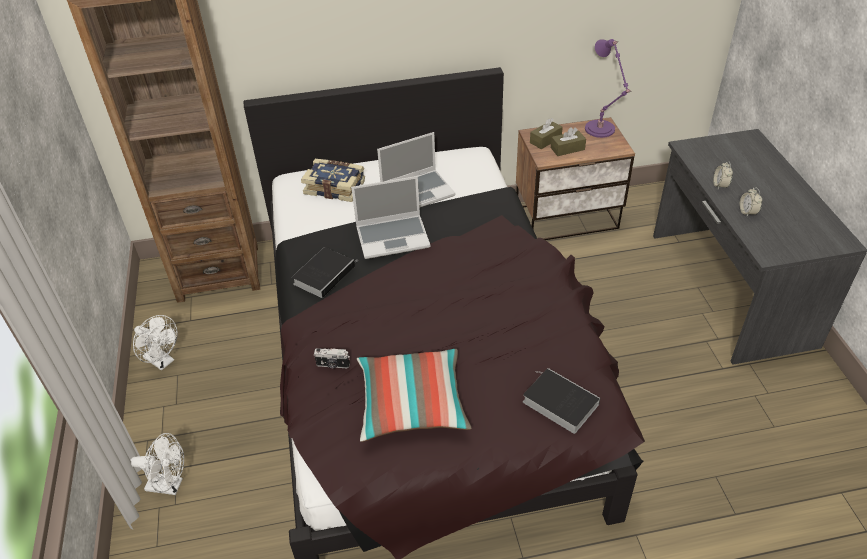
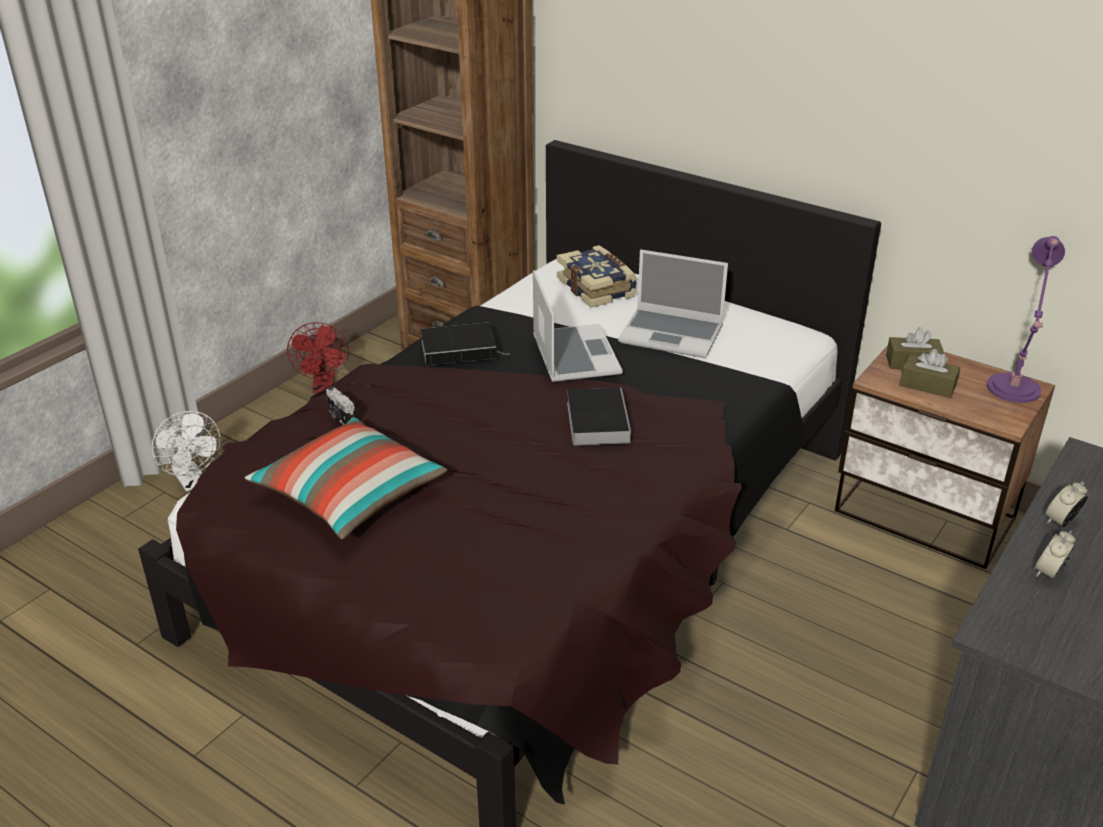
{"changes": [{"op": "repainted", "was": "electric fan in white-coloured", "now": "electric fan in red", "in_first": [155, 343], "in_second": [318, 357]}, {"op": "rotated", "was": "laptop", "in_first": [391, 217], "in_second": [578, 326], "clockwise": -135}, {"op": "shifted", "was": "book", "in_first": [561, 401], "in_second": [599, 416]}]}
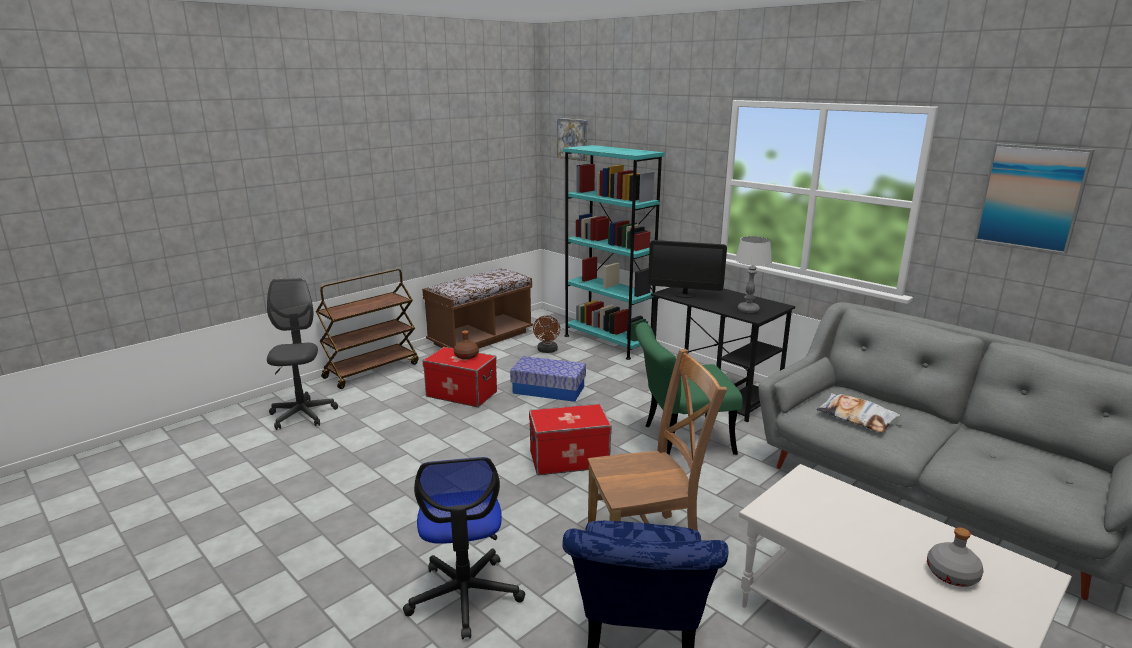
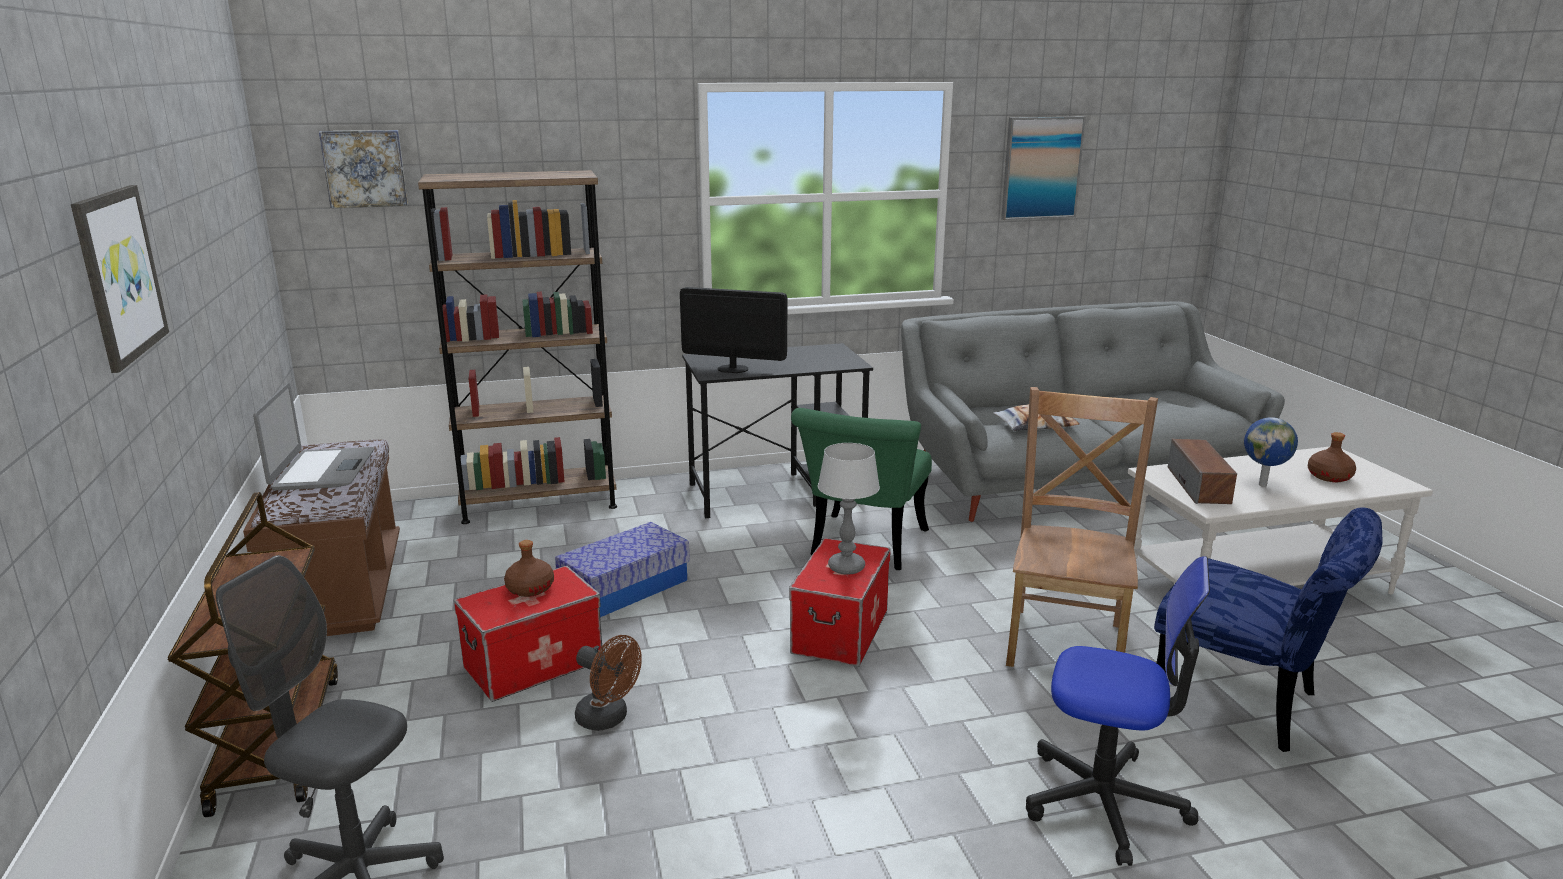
{"changes": [{"op": "new", "now": "wall art", "in_second": [120, 279]}, {"op": "new", "now": "laptop", "in_second": [313, 436]}, {"op": "repainted", "was": "shelving unit in turquoise-coloured", "now": "shelving unit in brown-coloured", "in_first": [614, 252], "in_second": [517, 347]}, {"op": "shifted", "was": "electric fan in brown-coloured", "in_first": [546, 334], "in_second": [608, 683]}, {"op": "rotated", "was": "monitor", "in_first": [687, 269], "in_second": [733, 330], "clockwise": -120}, {"op": "shifted", "was": "tabletop lamp", "in_first": [753, 274], "in_second": [849, 509]}, {"op": "new", "now": "speaker", "in_second": [1202, 471]}, {"op": "new", "now": "desk globe", "in_second": [1271, 452]}, {"op": "repainted", "was": "bottle in grey", "now": "bottle in brown-coloured", "in_first": [955, 557], "in_second": [1332, 457]}]}
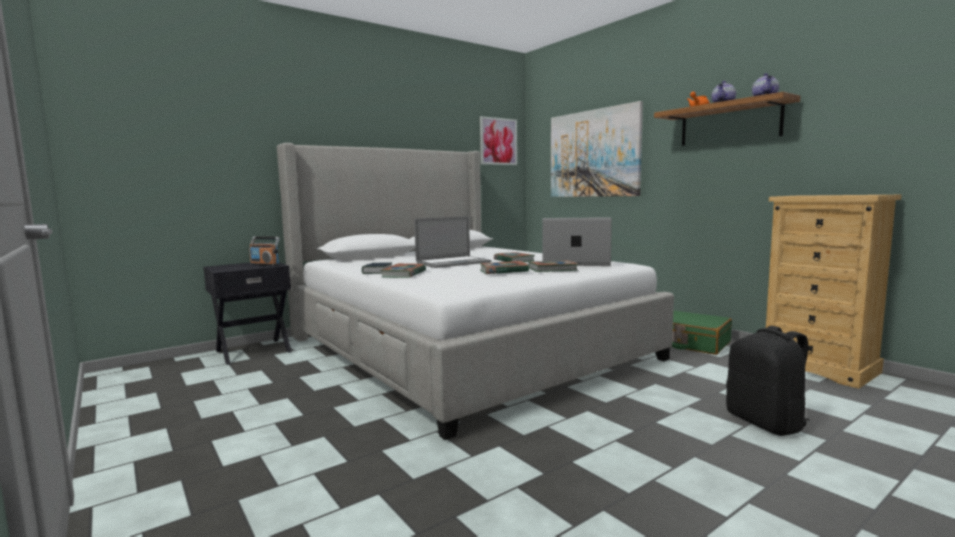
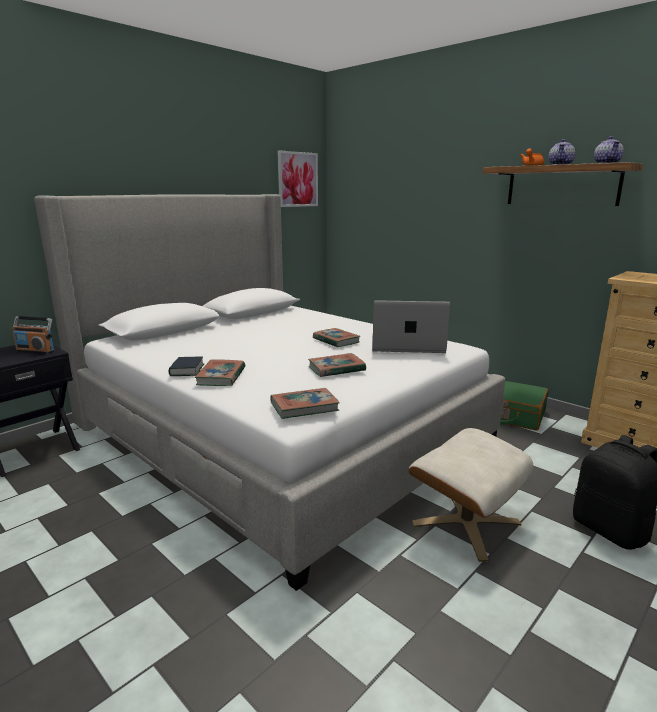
{"changes": [{"op": "shifted", "was": "book", "in_first": [553, 266], "in_second": [305, 403]}, {"op": "new", "now": "pouffe in sand-coloured", "in_second": [471, 495]}, {"op": "gone", "was": "laptop", "in_first": [452, 242]}, {"op": "gone", "was": "wall art", "in_first": [597, 149]}]}
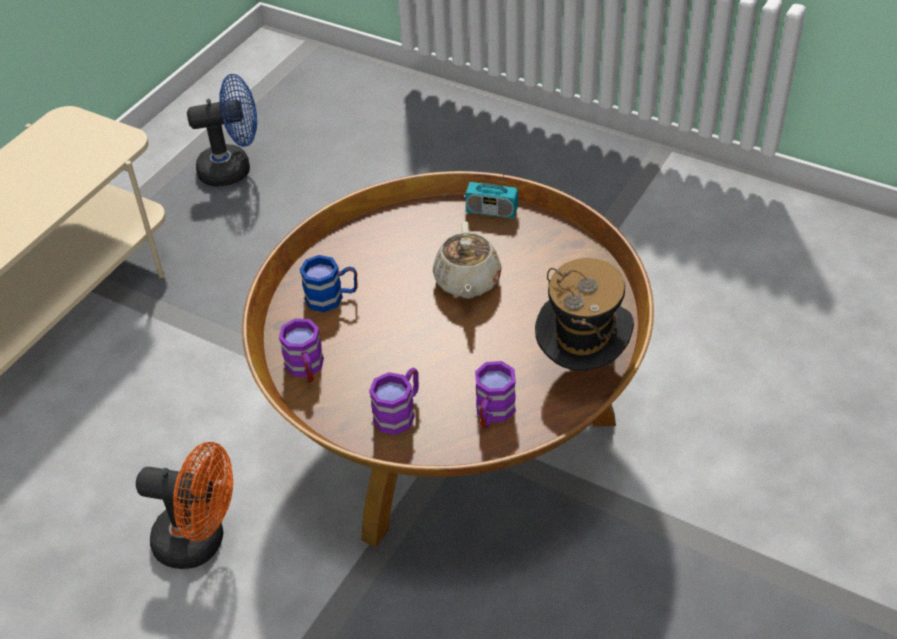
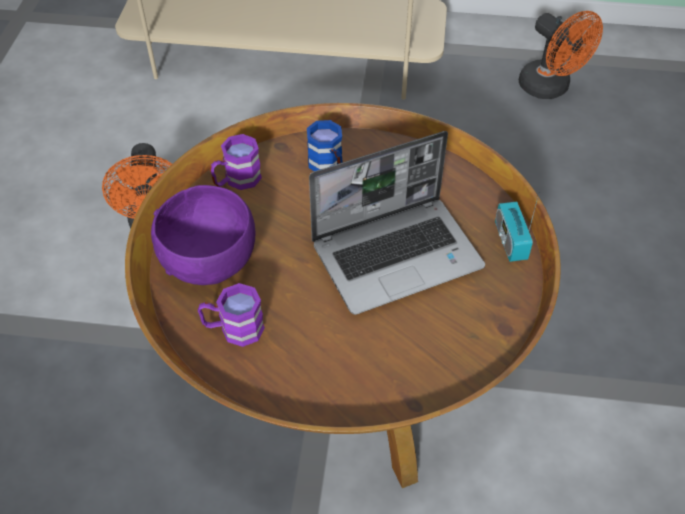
{"changes": [{"op": "swapped", "was": "tea mug in purple-coloured", "now": "serving bowl in purple-coloured", "in_first": [394, 401], "in_second": [203, 235]}, {"op": "swapped", "was": "pot for tea in sand-coloured", "now": "laptop", "in_first": [467, 260], "in_second": [397, 223]}, {"op": "repainted", "was": "electric fan in blue", "now": "electric fan in orange-coloured", "in_first": [222, 130], "in_second": [561, 55]}, {"op": "gone", "was": "clothing hat", "in_first": [584, 314]}]}
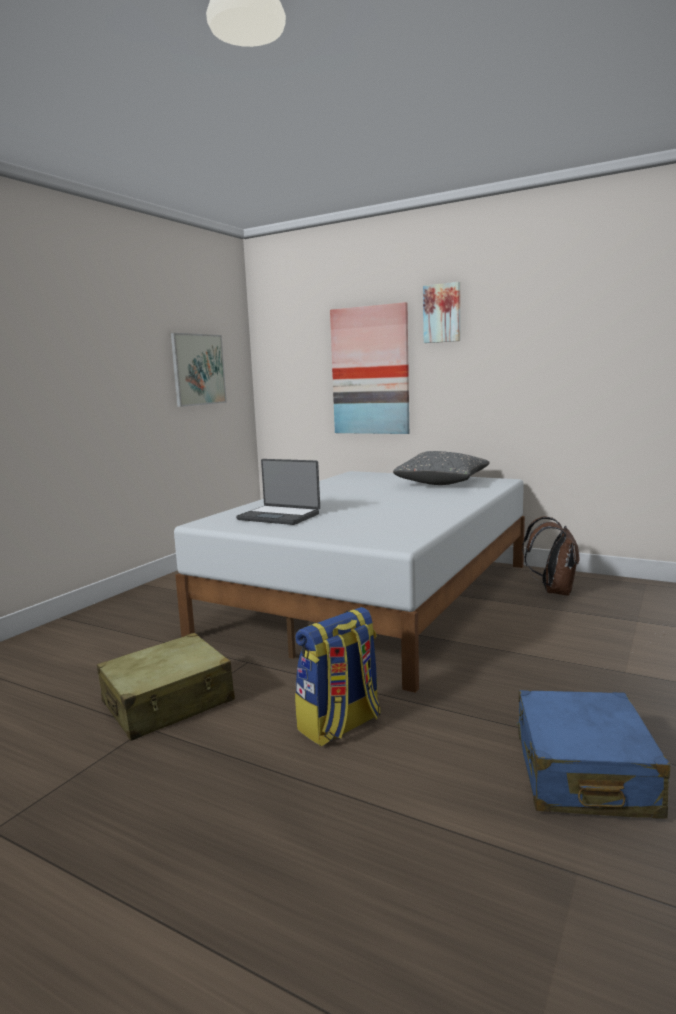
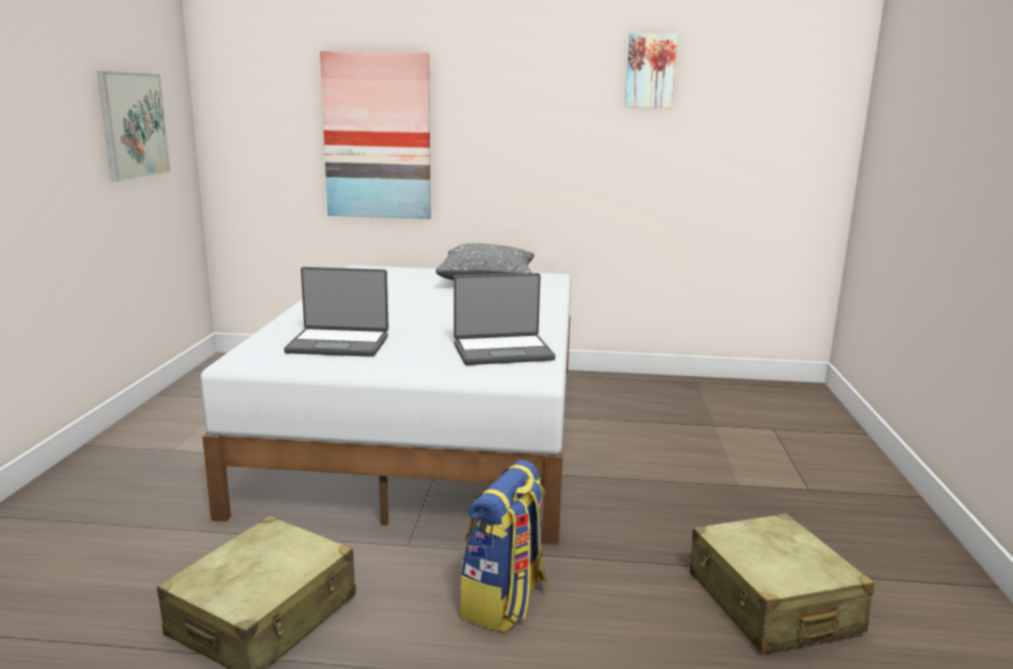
{"changes": [{"op": "new", "now": "laptop", "in_second": [505, 319]}, {"op": "shifted", "was": "wall art", "in_first": [441, 312], "in_second": [651, 70]}, {"op": "repainted", "was": "piece of luggage in blue", "now": "piece of luggage in sand-coloured", "in_first": [593, 754], "in_second": [782, 583]}, {"op": "gone", "was": "backpack in brown-coloured", "in_first": [551, 556]}]}
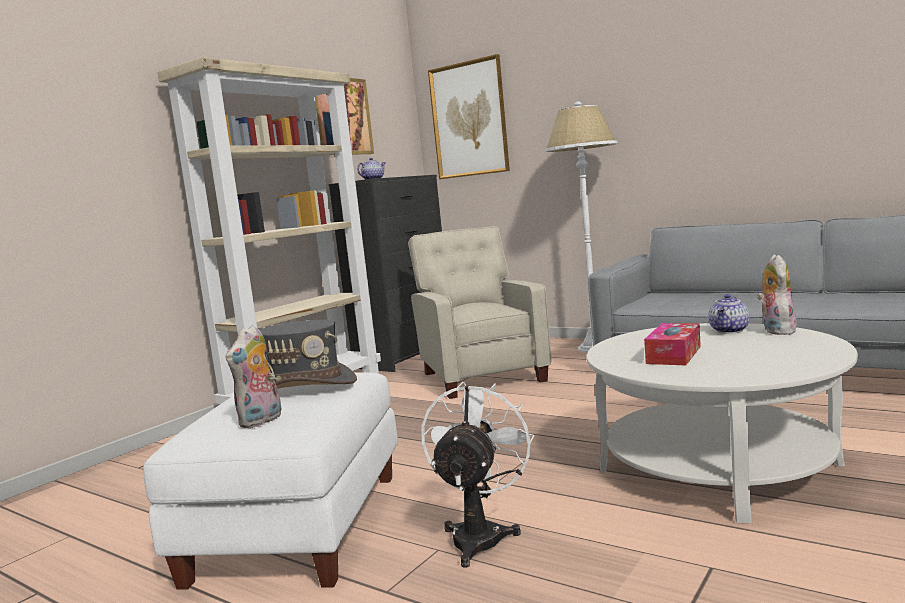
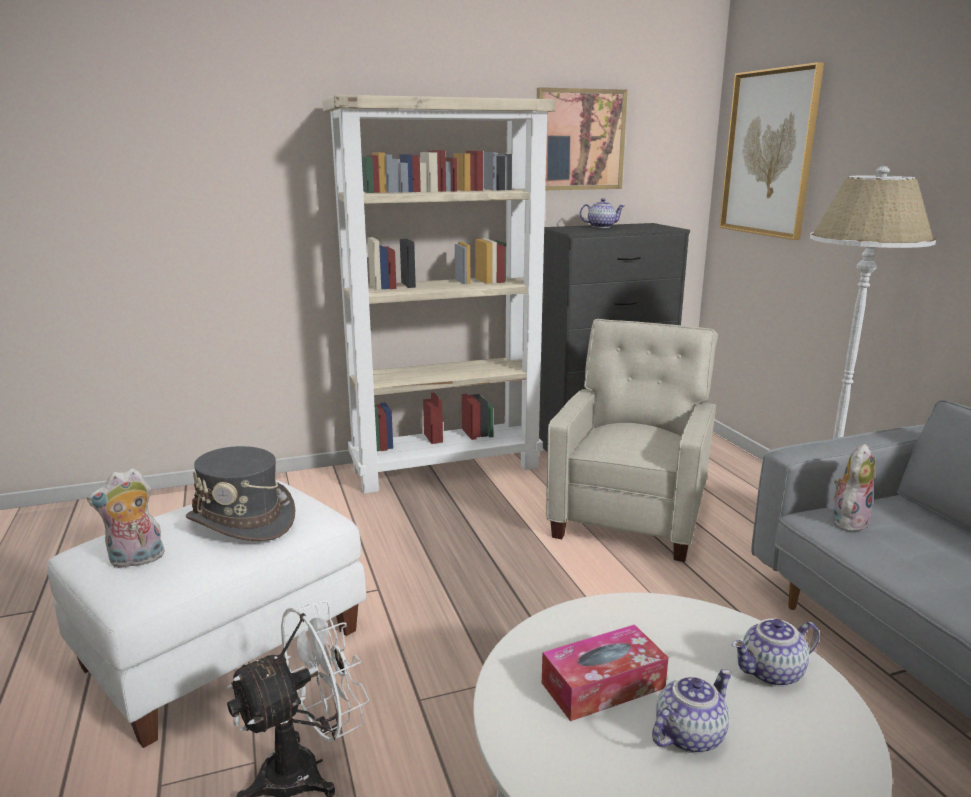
{"changes": [{"op": "new", "now": "pot for tea", "in_second": [692, 711]}, {"op": "shifted", "was": "soft toy", "in_first": [777, 294], "in_second": [854, 488]}]}
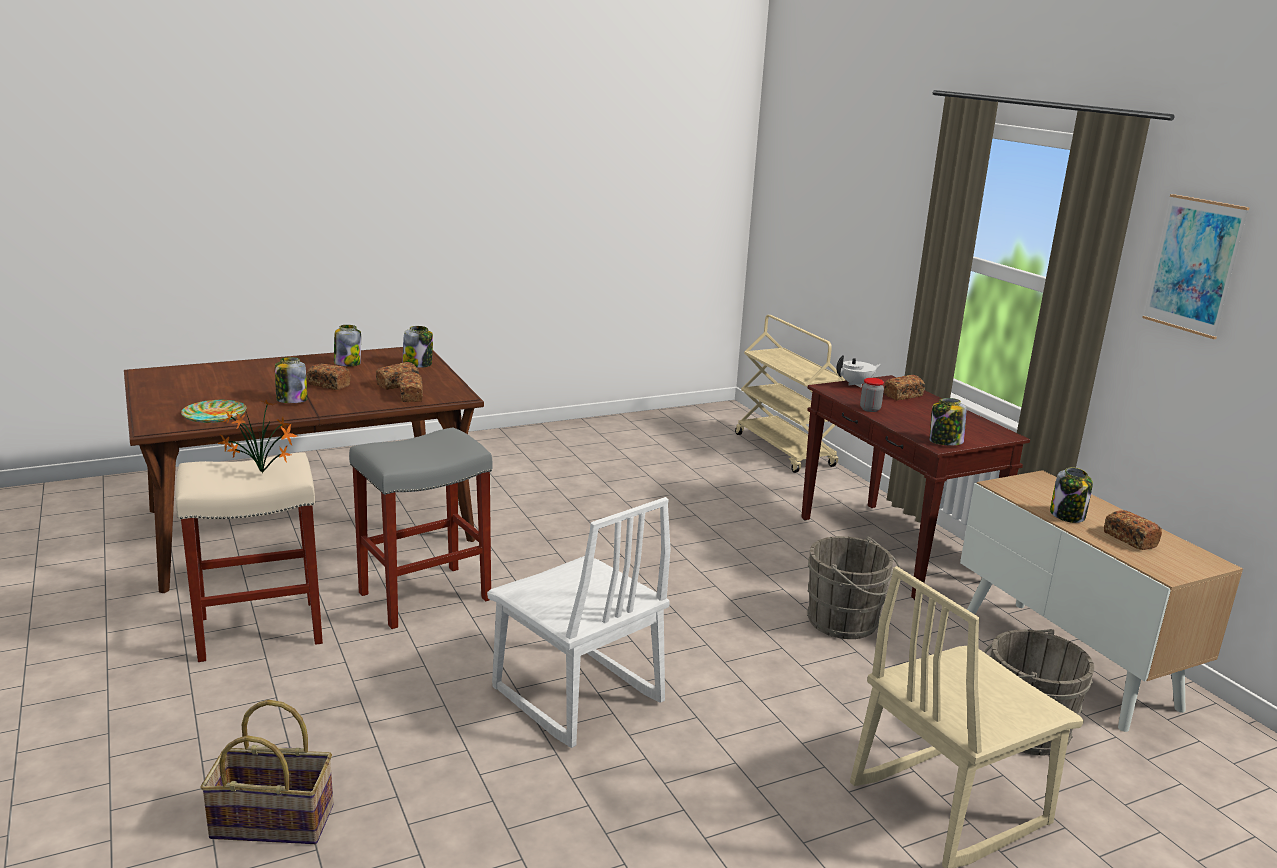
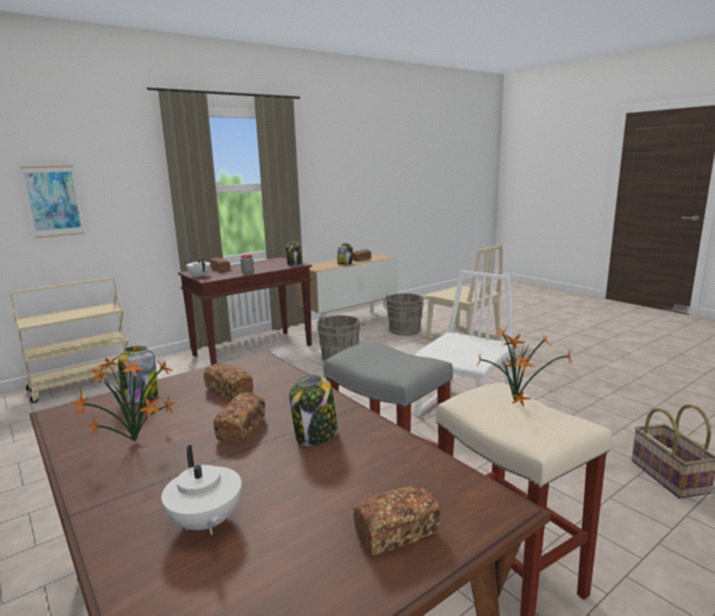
{"changes": [{"op": "shifted", "was": "wall art", "in_first": [1196, 266], "in_second": [52, 202]}, {"op": "swapped", "was": "preserve jar", "now": "houseplant", "in_first": [347, 345], "in_second": [123, 399]}, {"op": "new", "now": "pot for tea in white-coloured", "in_second": [201, 490]}, {"op": "shifted", "was": "baked bread", "in_first": [411, 387], "in_second": [396, 520]}, {"op": "gone", "was": "plate", "in_first": [214, 411]}]}
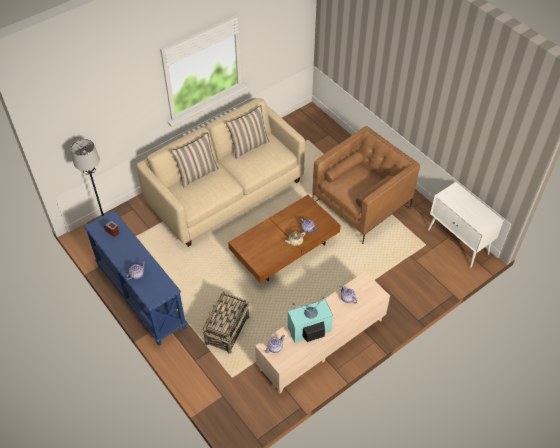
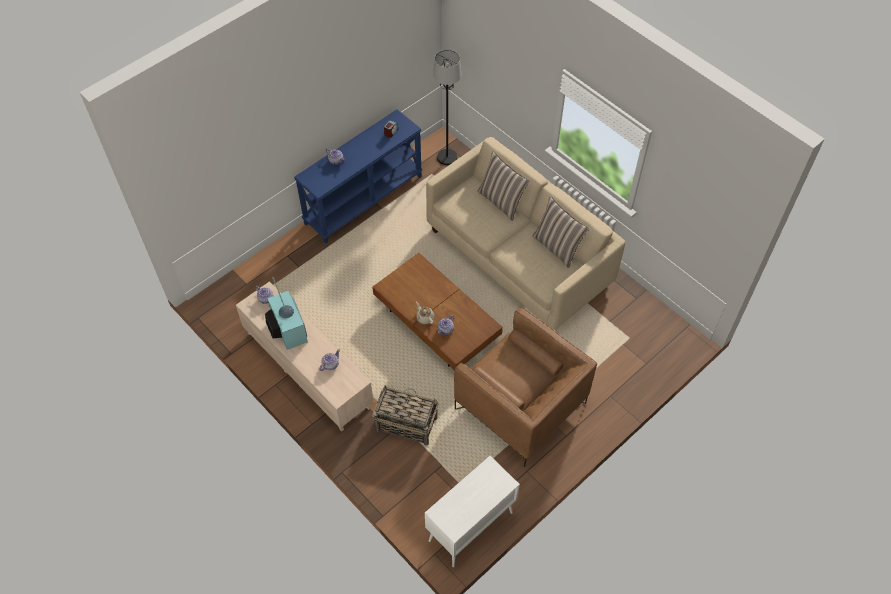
{"changes": [{"op": "shifted", "was": "basket", "in_first": [225, 322], "in_second": [405, 415]}]}
